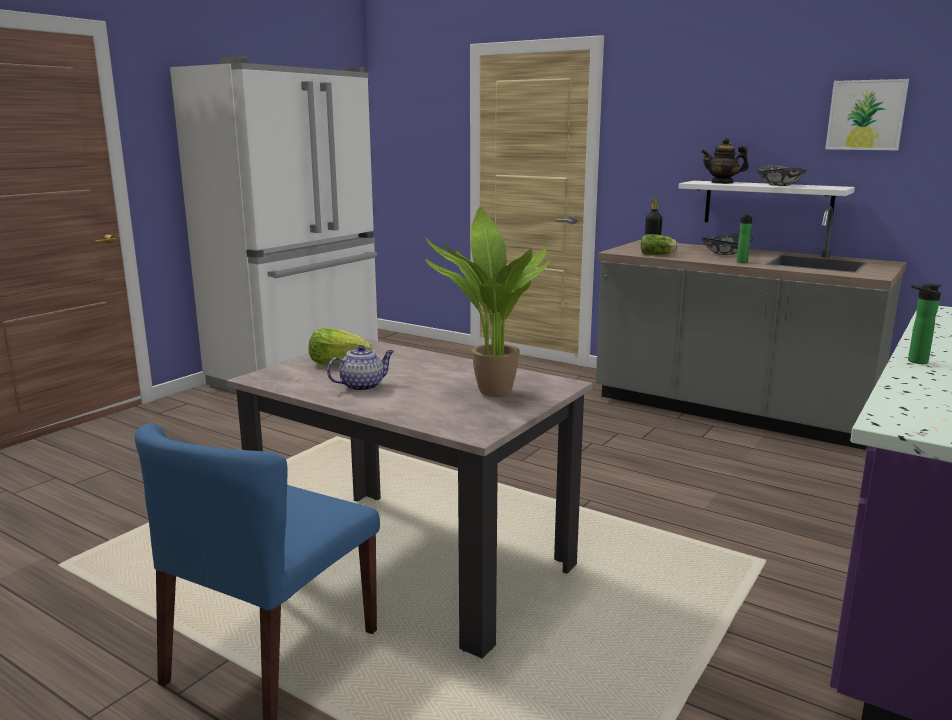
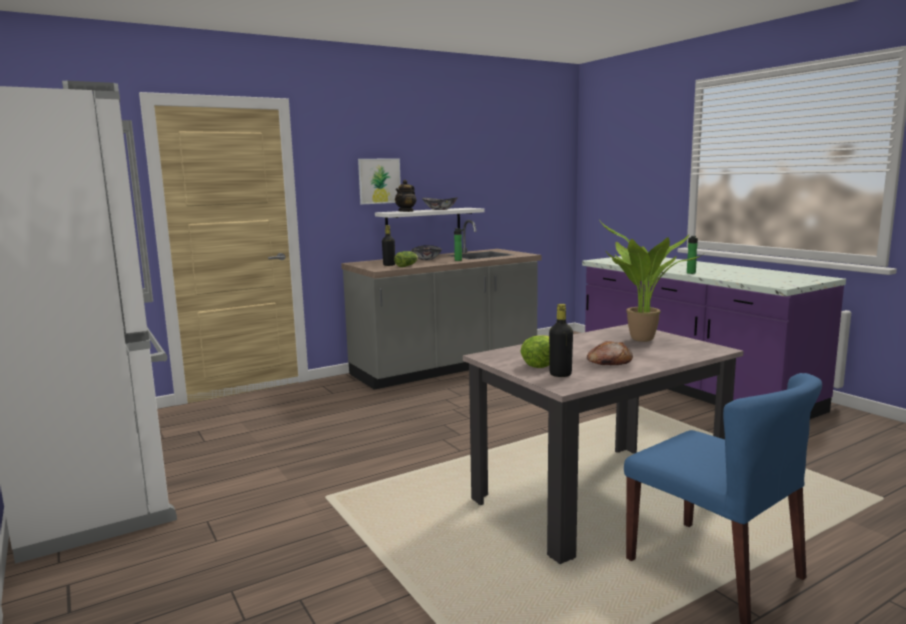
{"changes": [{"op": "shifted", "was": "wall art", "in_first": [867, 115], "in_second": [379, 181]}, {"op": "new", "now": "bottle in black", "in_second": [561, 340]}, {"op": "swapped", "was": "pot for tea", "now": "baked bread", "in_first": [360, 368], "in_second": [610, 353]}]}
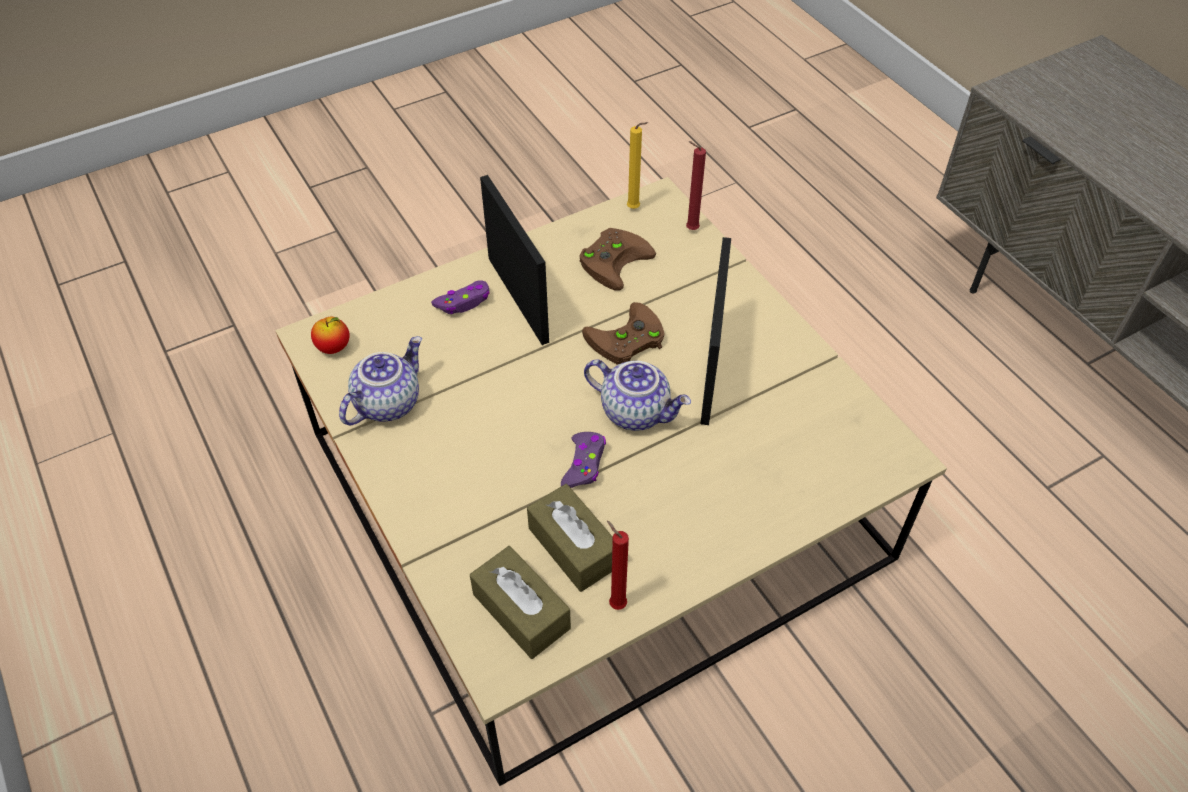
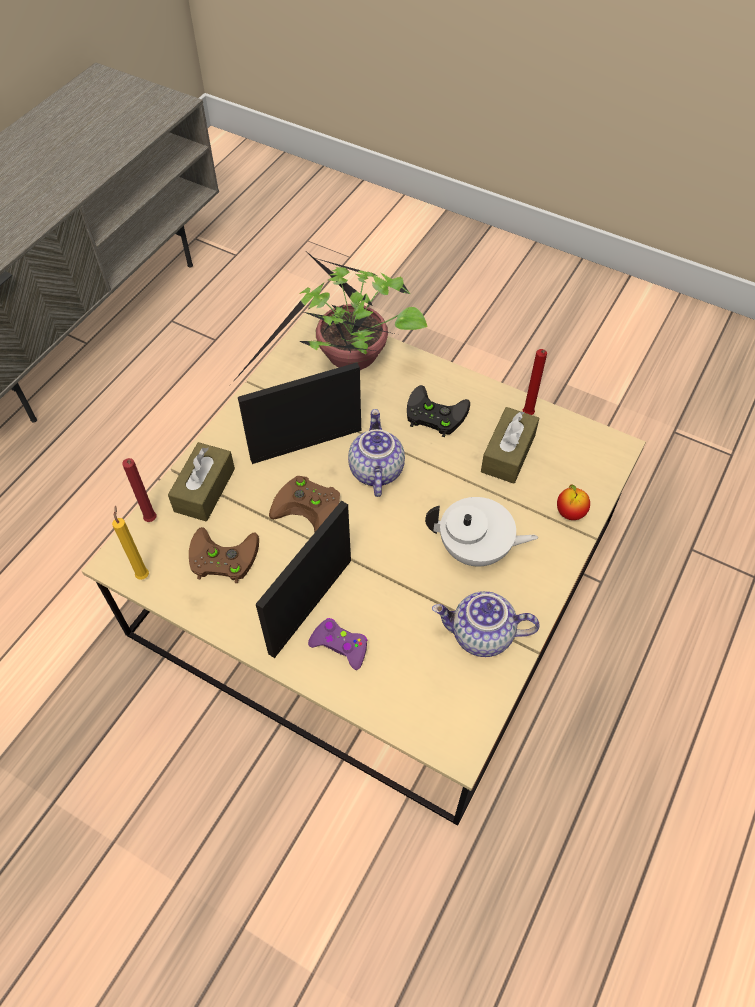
{"changes": [{"op": "shifted", "was": "box of tissues in brown-coloured", "in_first": [520, 602], "in_second": [201, 481]}, {"op": "new", "now": "houseplant", "in_second": [329, 318]}, {"op": "new", "now": "game controller in black", "in_second": [438, 411]}, {"op": "new", "now": "pot for tea in white-coloured", "in_second": [481, 531]}, {"op": "shifted", "was": "apple fruit", "in_first": [330, 335], "in_second": [573, 502]}, {"op": "gone", "was": "game controller in purple-coloured", "in_first": [583, 460]}]}
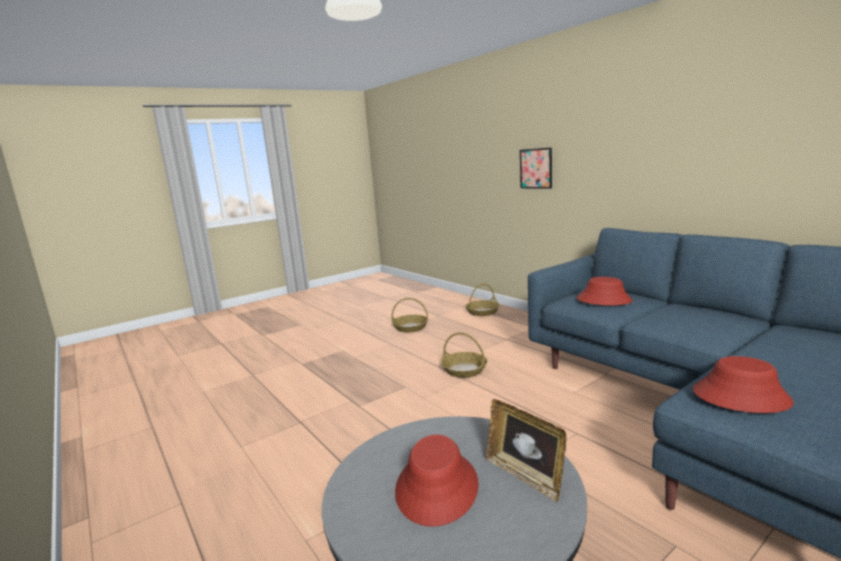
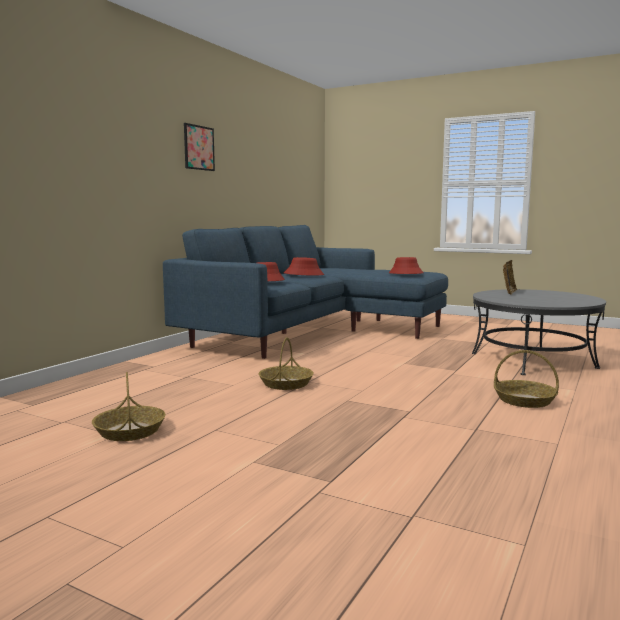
{"changes": [{"op": "shifted", "was": "wall art", "in_first": [536, 168], "in_second": [199, 147]}, {"op": "shifted", "was": "clothing hat in red", "in_first": [437, 480], "in_second": [304, 266]}, {"op": "shifted", "was": "basket", "in_first": [482, 299], "in_second": [526, 379]}]}
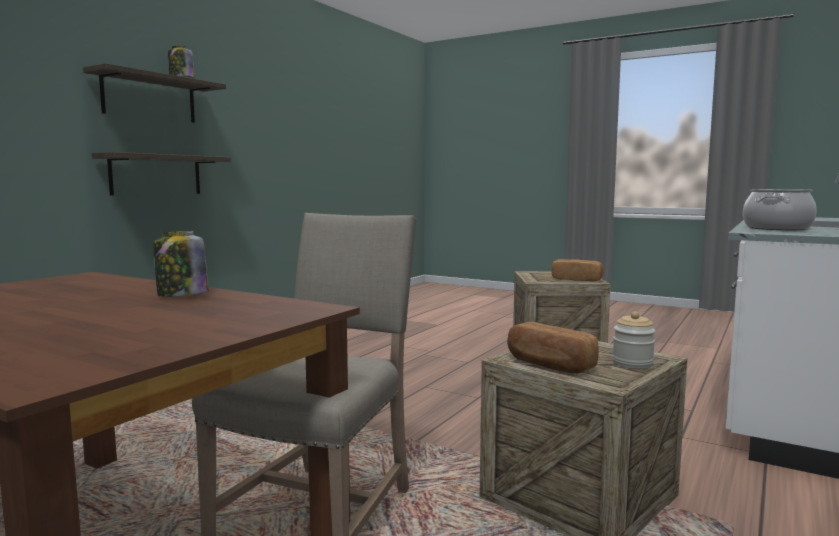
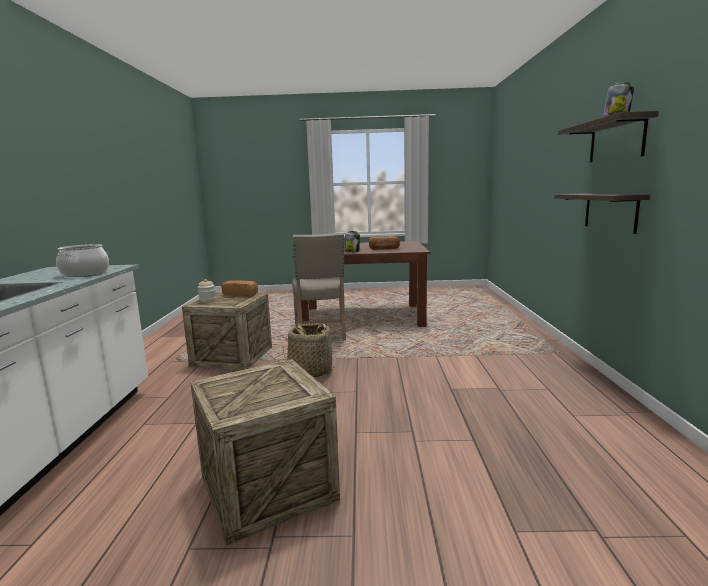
{"changes": [{"op": "new", "now": "basket", "in_second": [309, 350]}, {"op": "shifted", "was": "baked bread", "in_first": [578, 270], "in_second": [384, 243]}]}
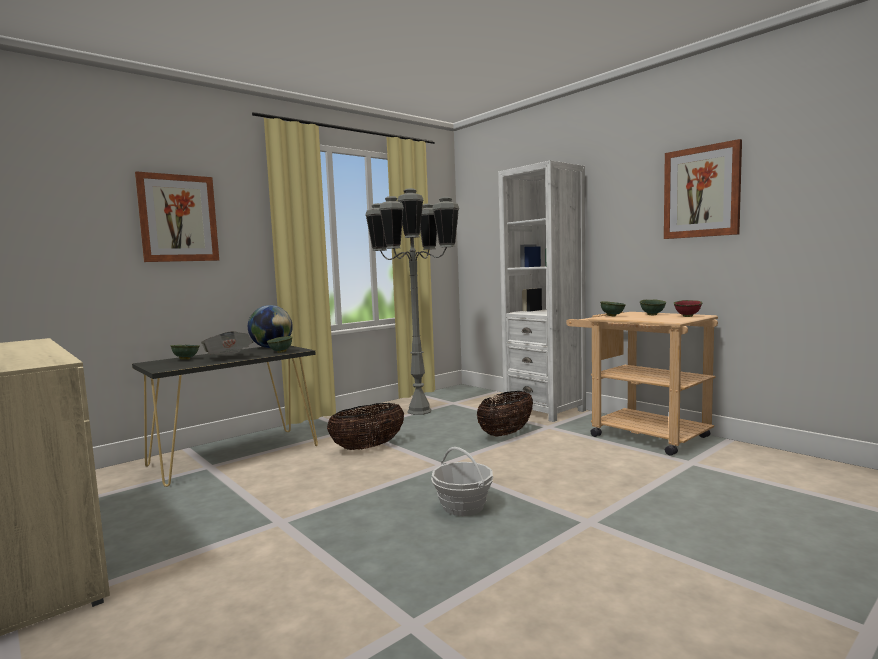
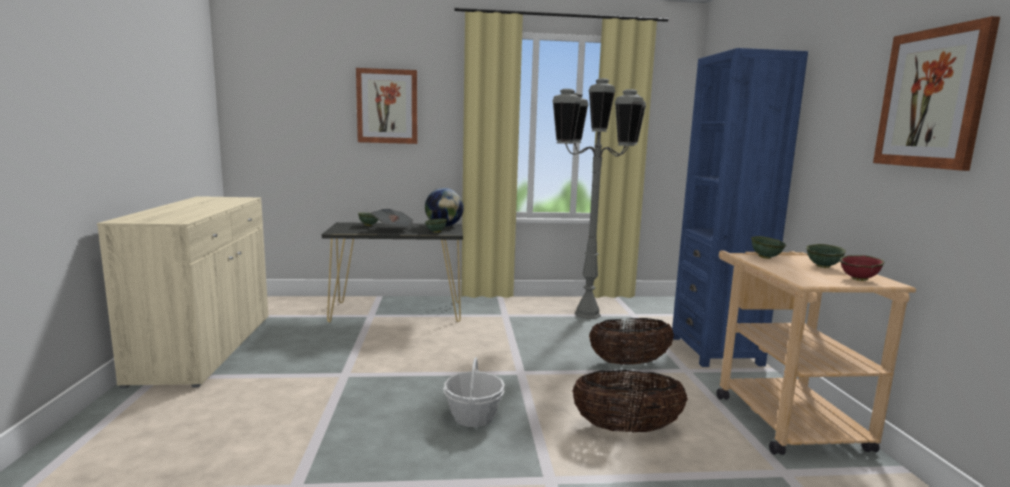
{"changes": [{"op": "shifted", "was": "basket", "in_first": [365, 426], "in_second": [630, 401]}, {"op": "repainted", "was": "shelving unit in white-coloured", "now": "shelving unit in blue", "in_first": [542, 291], "in_second": [740, 207]}]}
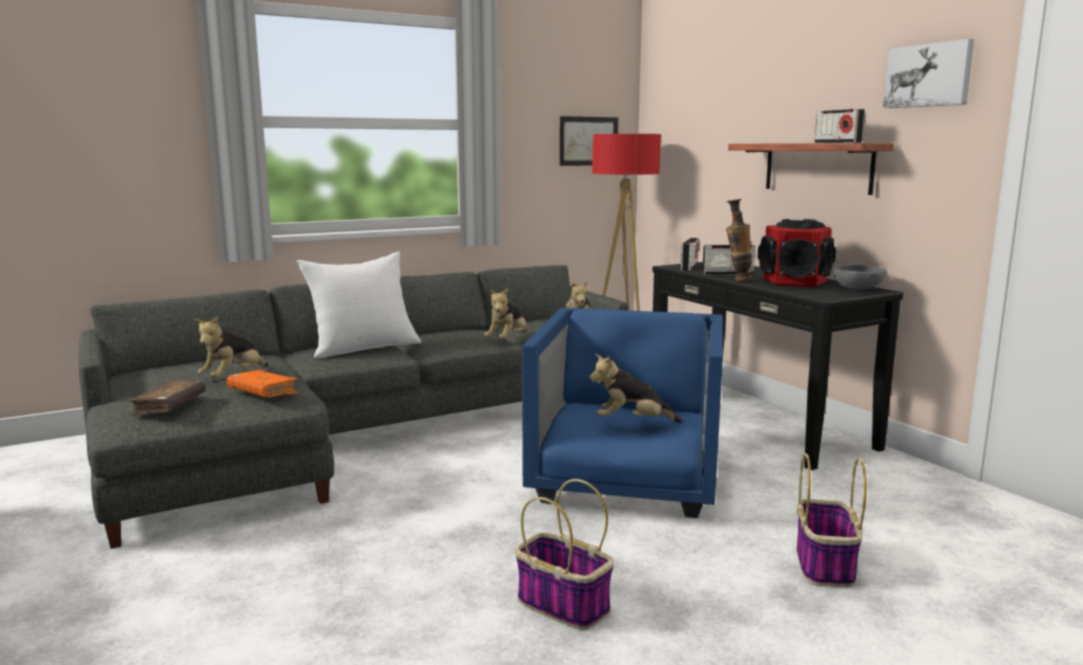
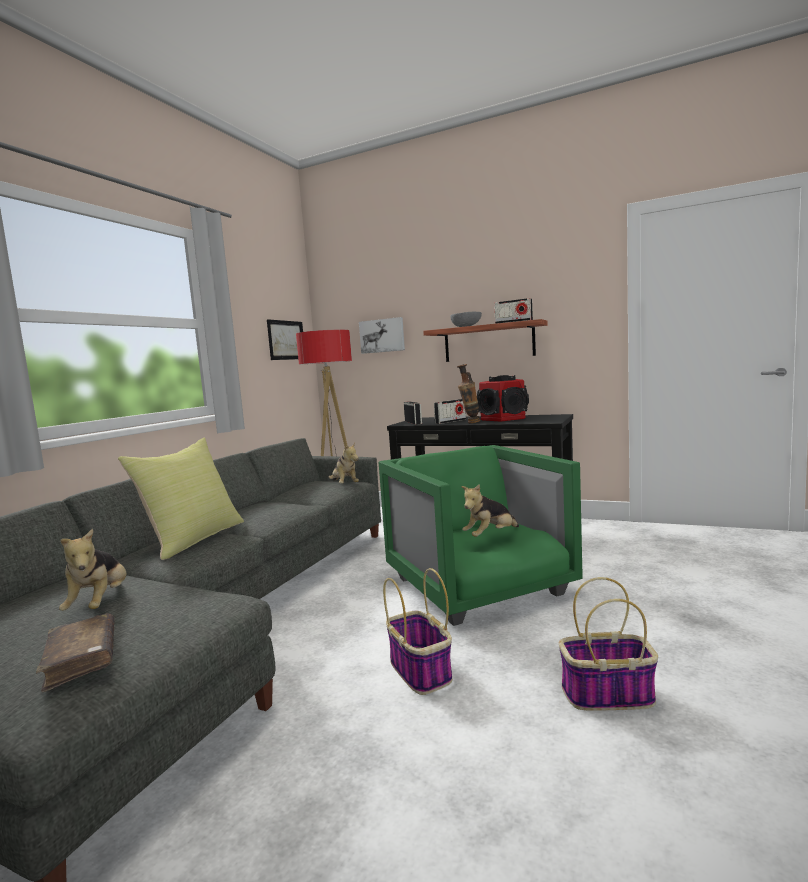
{"changes": [{"op": "repainted", "was": "pillow in white-coloured", "now": "pillow in yellow-coloured", "in_first": [359, 305], "in_second": [181, 499]}, {"op": "shifted", "was": "wall art", "in_first": [928, 73], "in_second": [382, 335]}, {"op": "repainted", "was": "lounge chair in blue", "now": "lounge chair in green-coloured", "in_first": [622, 413], "in_second": [481, 535]}, {"op": "shifted", "was": "basket", "in_first": [832, 520], "in_second": [417, 631]}, {"op": "shifted", "was": "serving bowl in grey", "in_first": [860, 277], "in_second": [466, 319]}, {"op": "gone", "was": "book in orange-coloured", "in_first": [262, 384]}, {"op": "gone", "was": "soft toy", "in_first": [505, 313]}]}
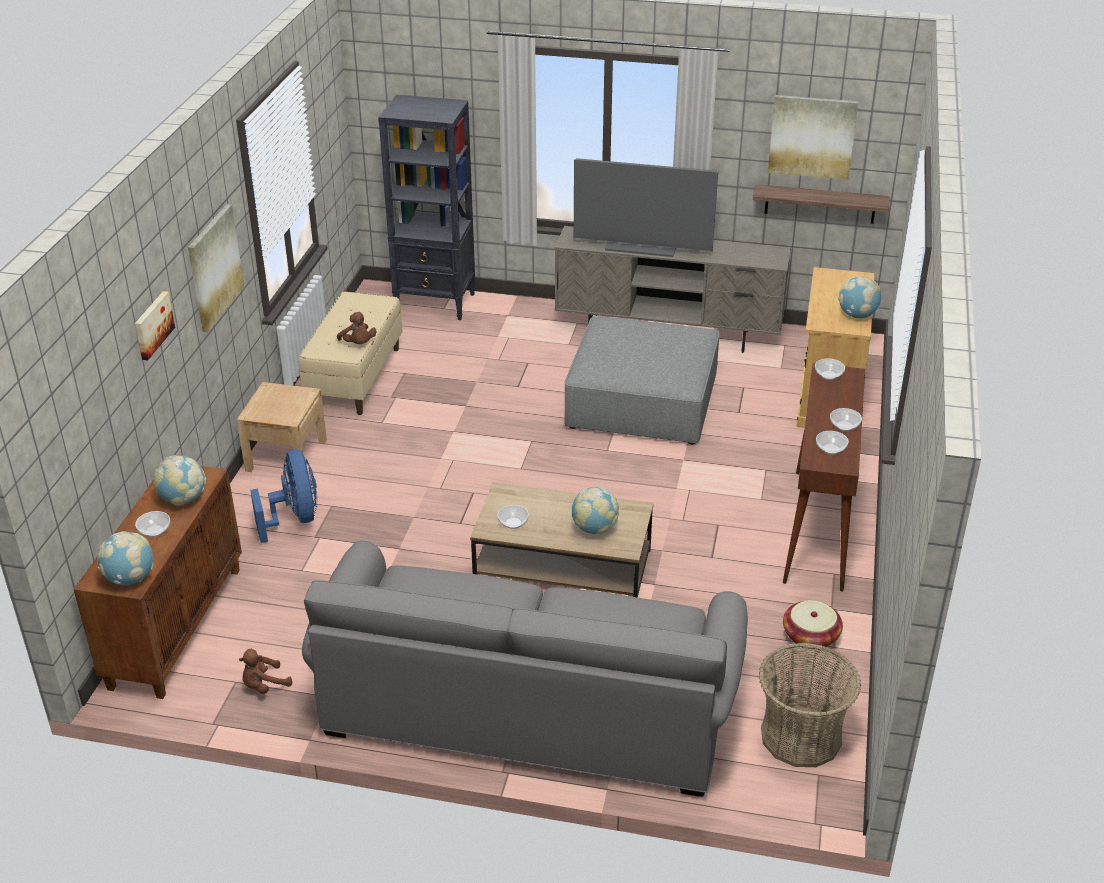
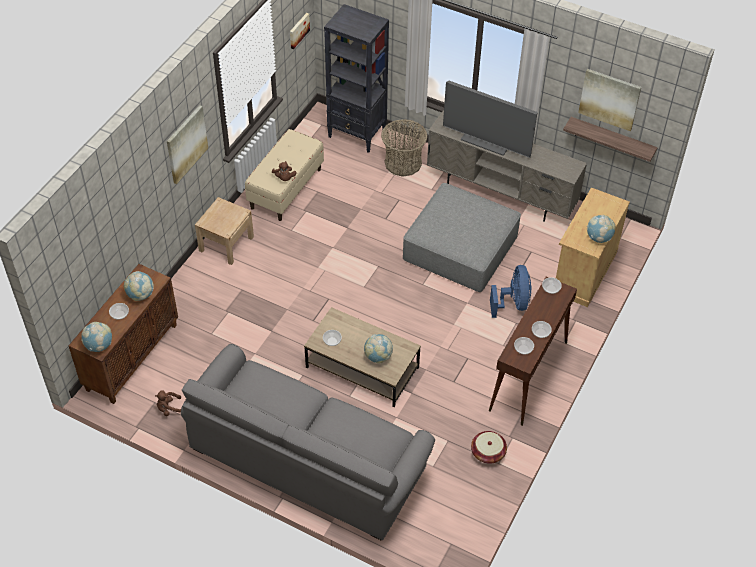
{"changes": [{"op": "shifted", "was": "wall art", "in_first": [155, 325], "in_second": [300, 31]}, {"op": "shifted", "was": "basket", "in_first": [810, 705], "in_second": [404, 148]}, {"op": "shifted", "was": "electric fan in blue", "in_first": [283, 496], "in_second": [510, 291]}]}
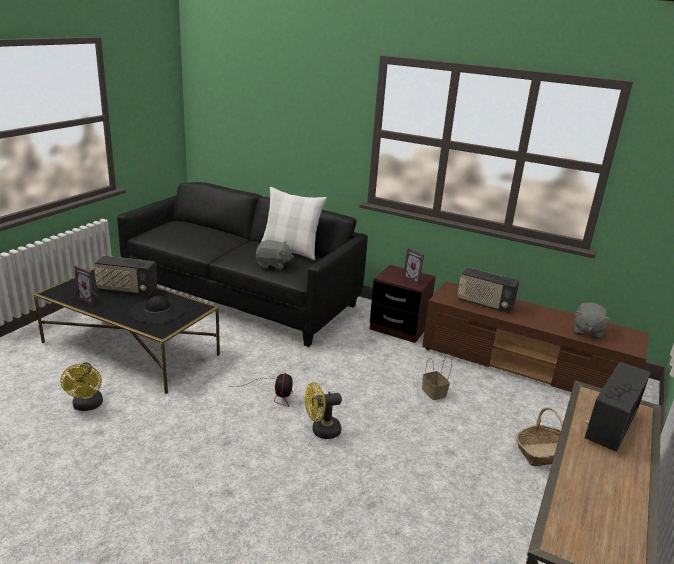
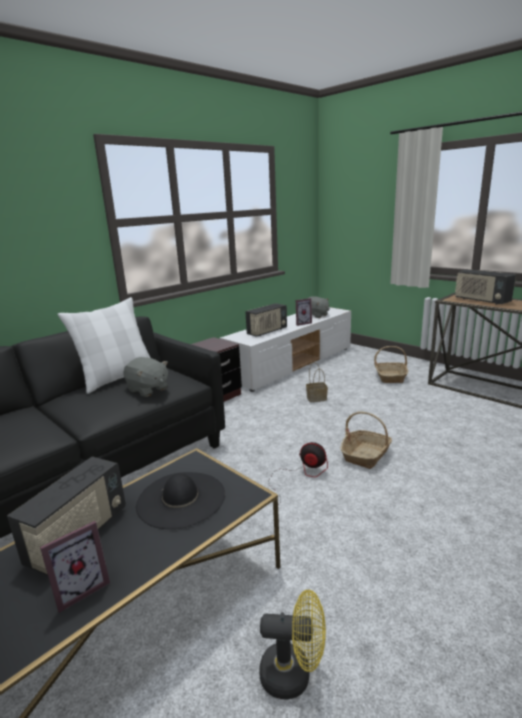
{"changes": [{"op": "rotated", "was": "soft toy in grey", "in_first": [275, 255], "in_second": [145, 377], "clockwise": 105}, {"op": "repainted", "was": "tv stand in brown-coloured", "now": "tv stand in white-coloured", "in_first": [535, 336], "in_second": [285, 349]}, {"op": "shifted", "was": "picture frame", "in_first": [413, 266], "in_second": [304, 312]}, {"op": "swapped", "was": "electric fan in yellow-coloured", "now": "basket", "in_first": [323, 410], "in_second": [366, 440]}]}
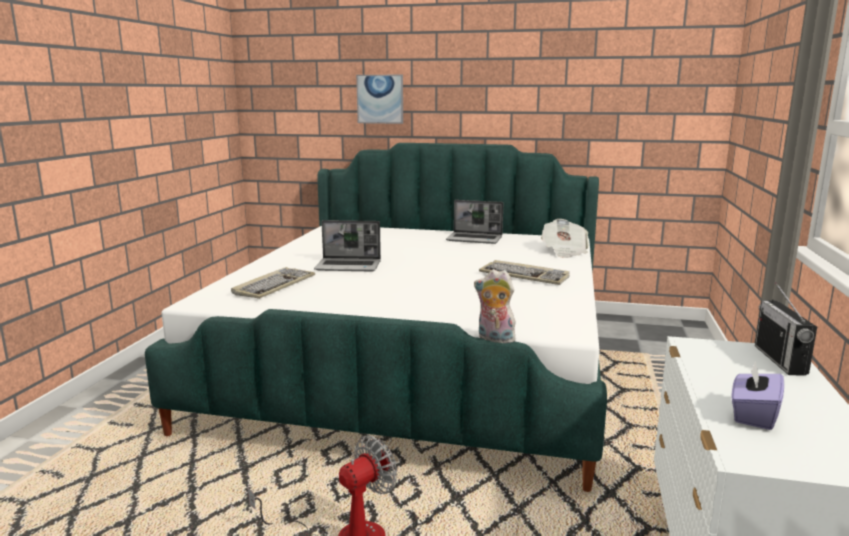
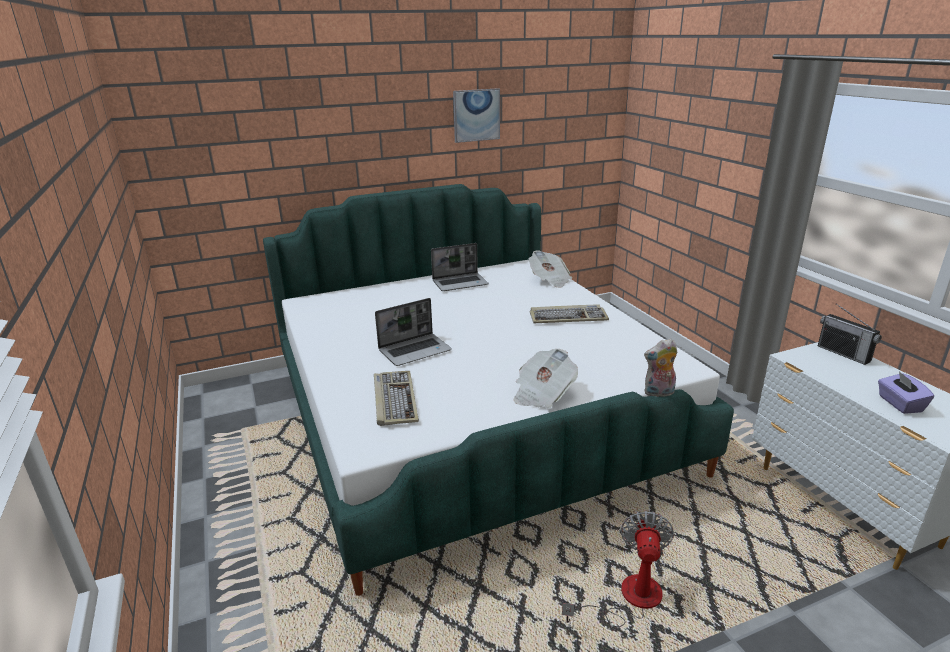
{"changes": [{"op": "shifted", "was": "wall art", "in_first": [379, 99], "in_second": [476, 115]}, {"op": "new", "now": "printed paper", "in_second": [545, 378]}]}
